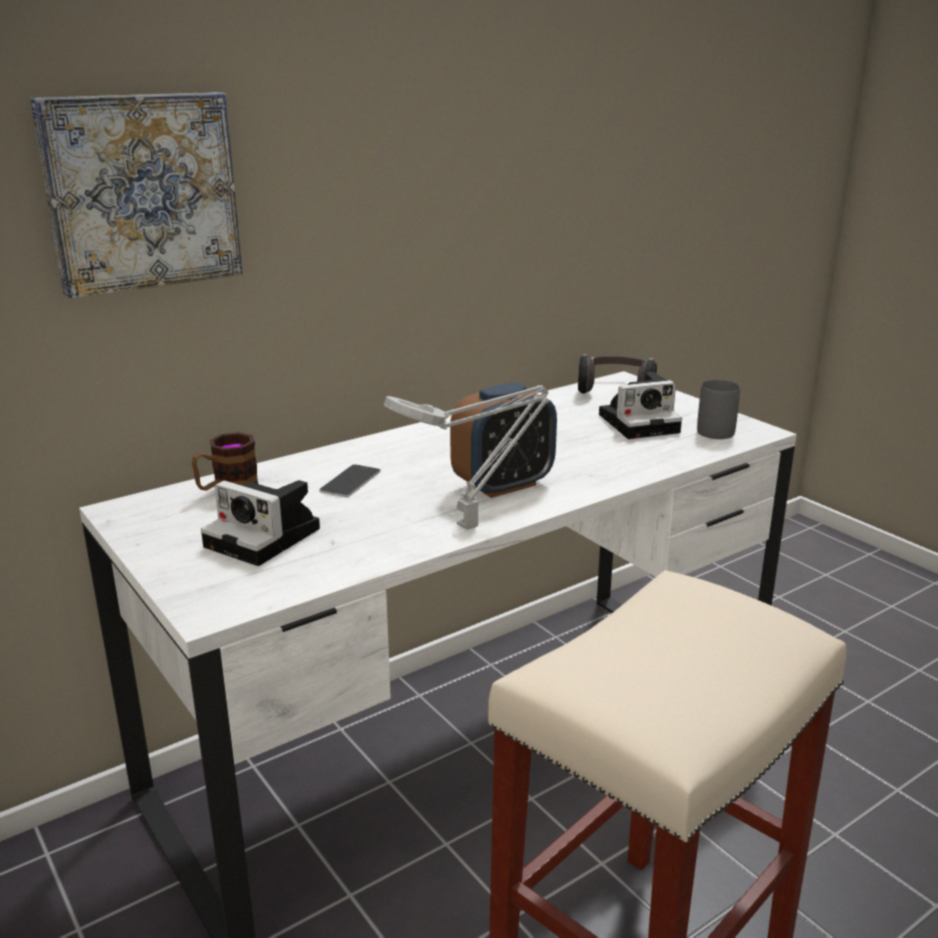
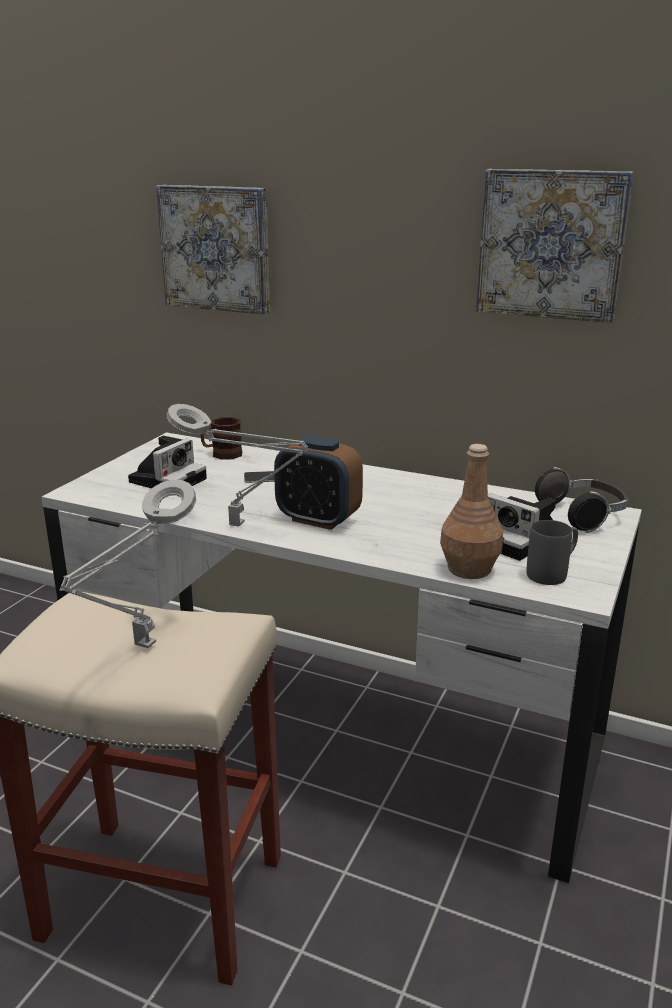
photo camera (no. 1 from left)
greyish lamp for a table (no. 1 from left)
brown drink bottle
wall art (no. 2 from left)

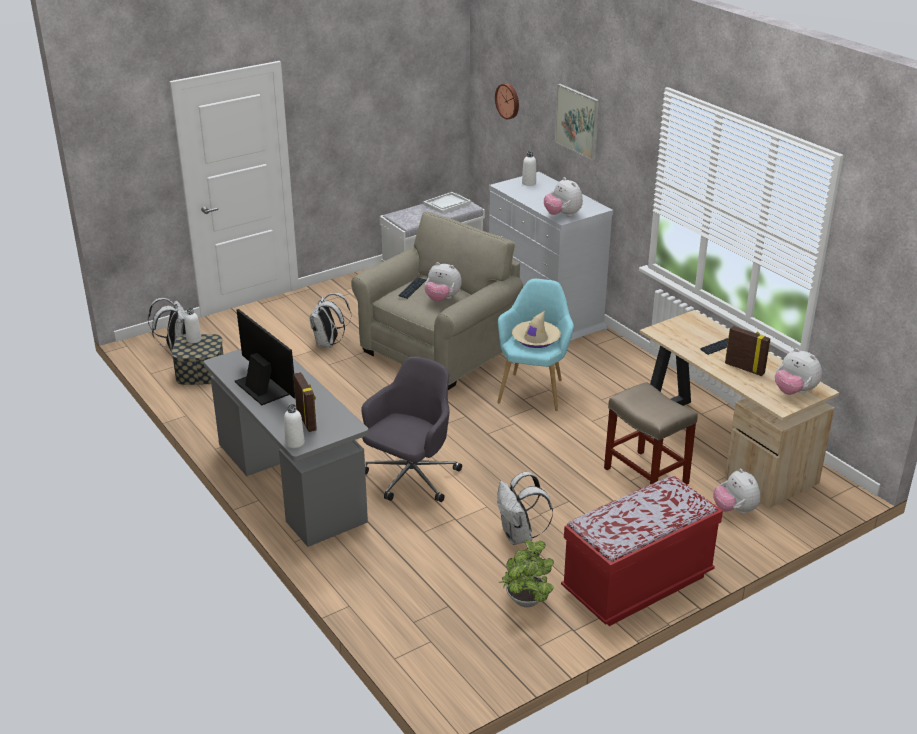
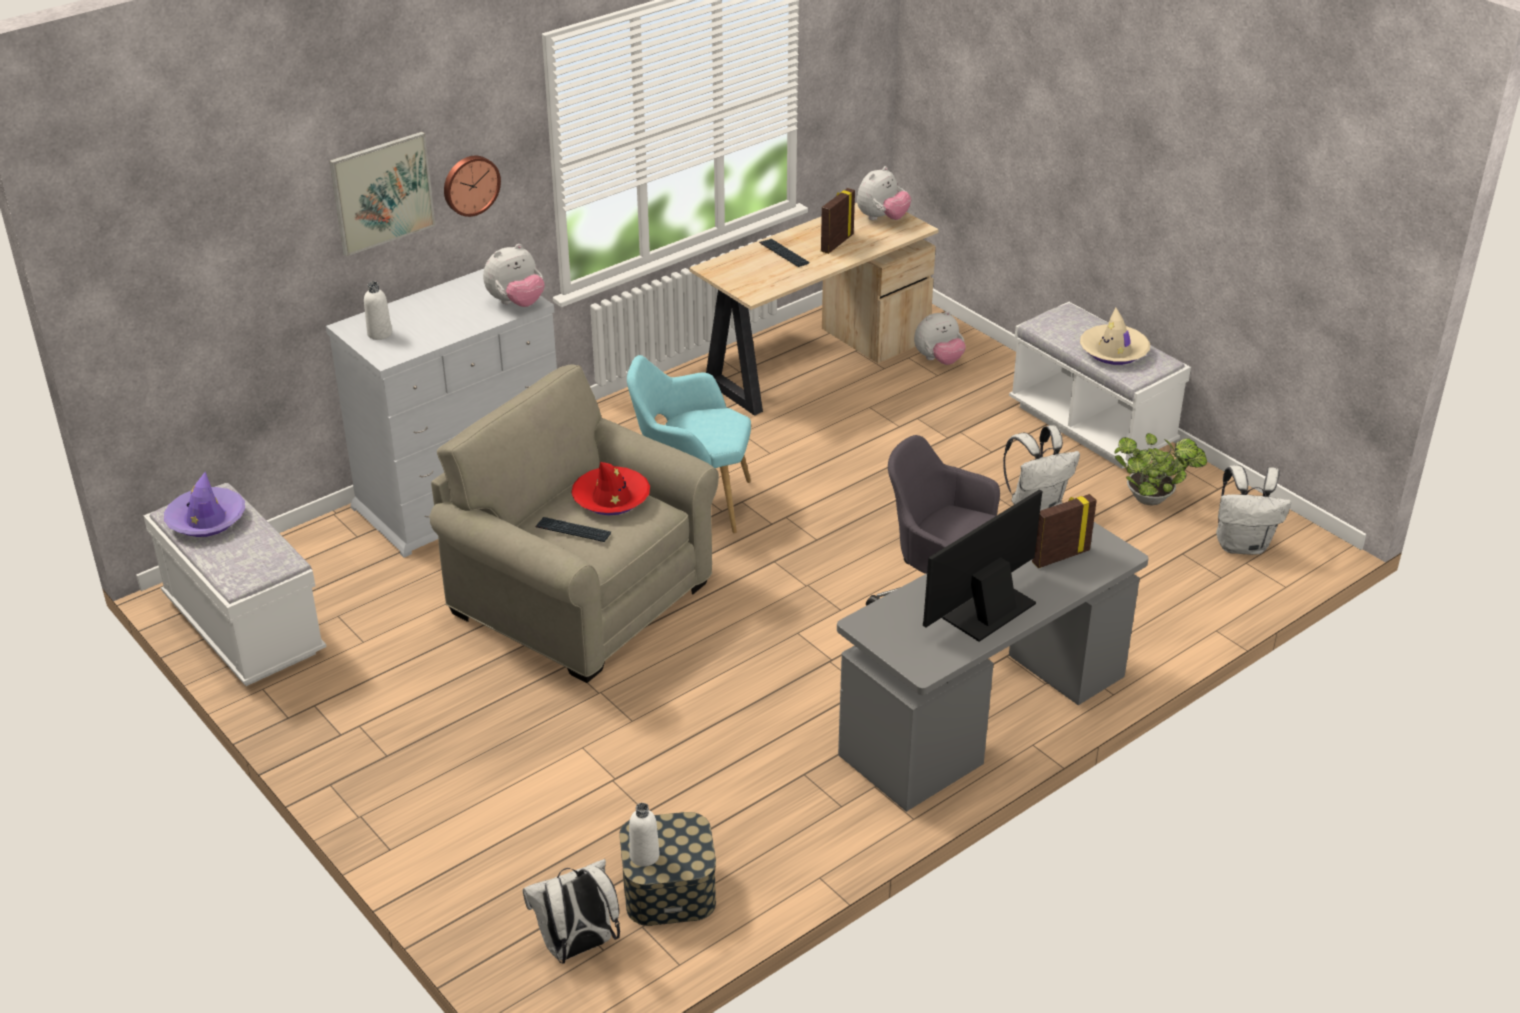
white drink bottle (no. 2 from left in the first image)
white knapsack (no. 3 from left)
purple hat
red hat
clock on the wall
sand-coloured hat
white long seat (no. 2 from left)
sand-coloured sitting stool

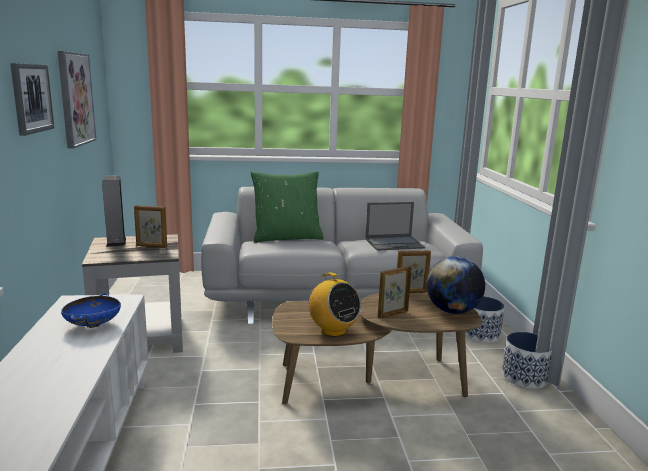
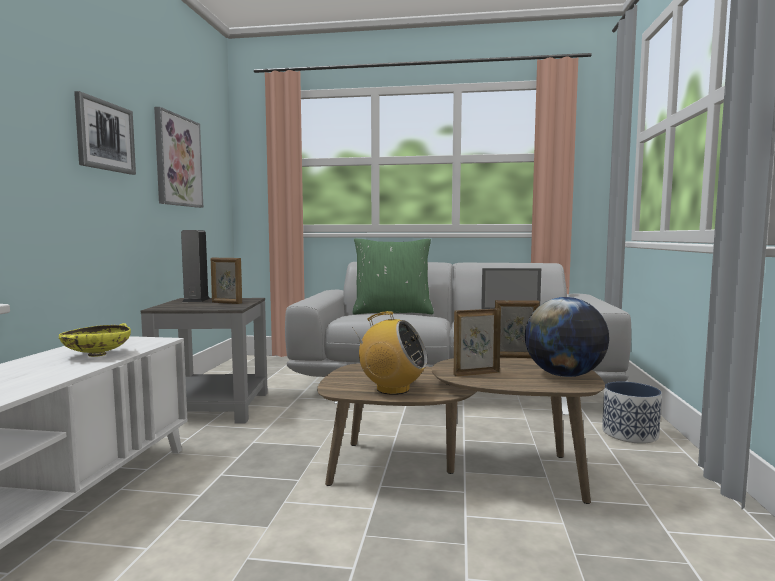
yellow bowl
radio set
plant pot (no. 2 from left in the first image)

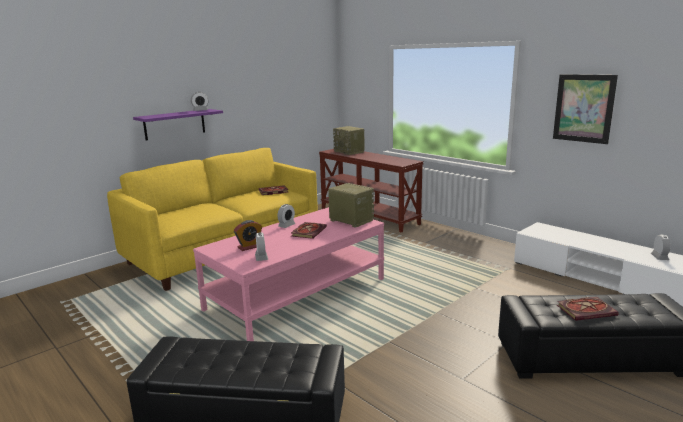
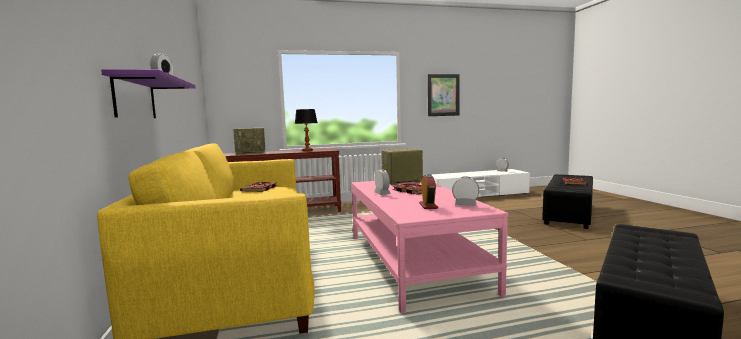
lamp for a table

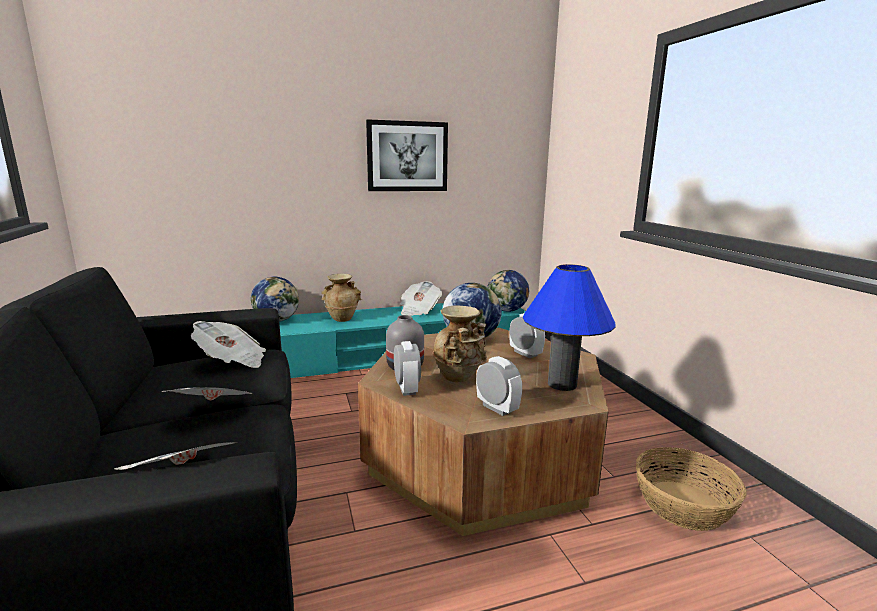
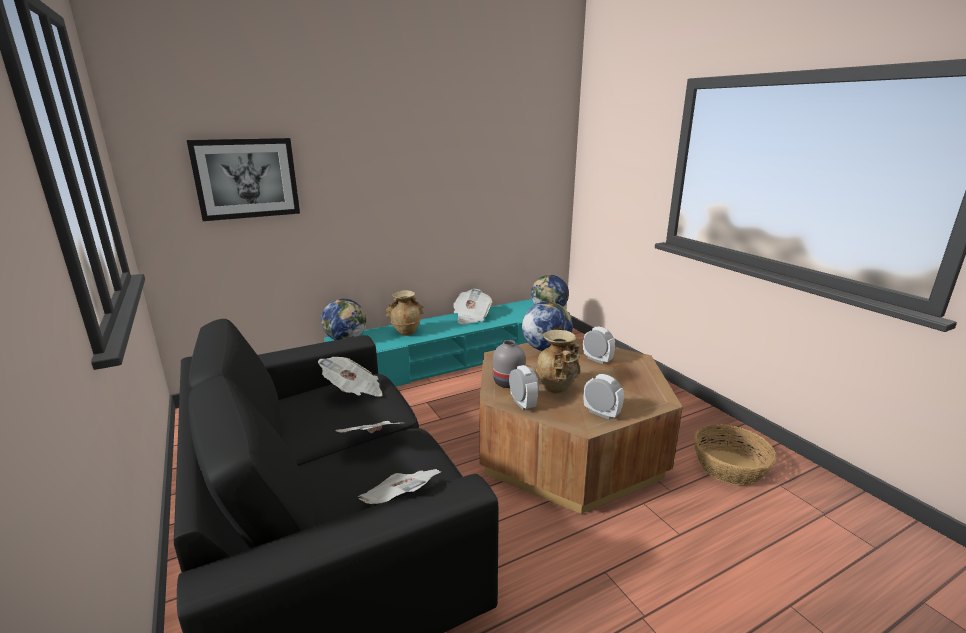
wall art
blue lamp for a table

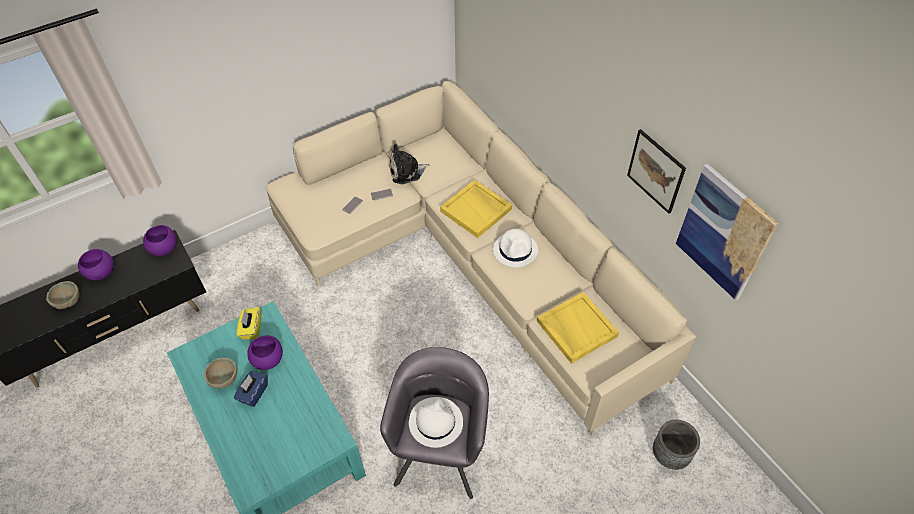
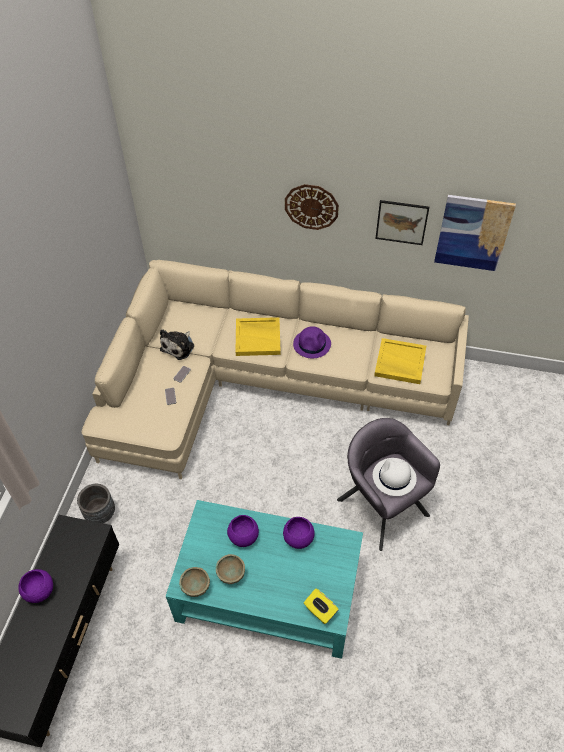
sand-coloured bowl (no. 1 from left)
purple bowl (no. 3 from left)
blue box of tissues
yellow box of tissues
purple hat
greyish plant pot
clock on the wall

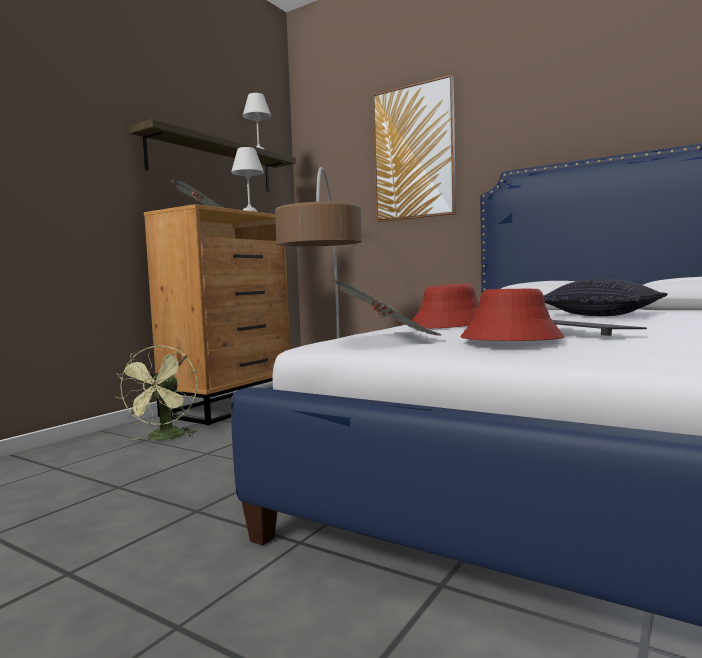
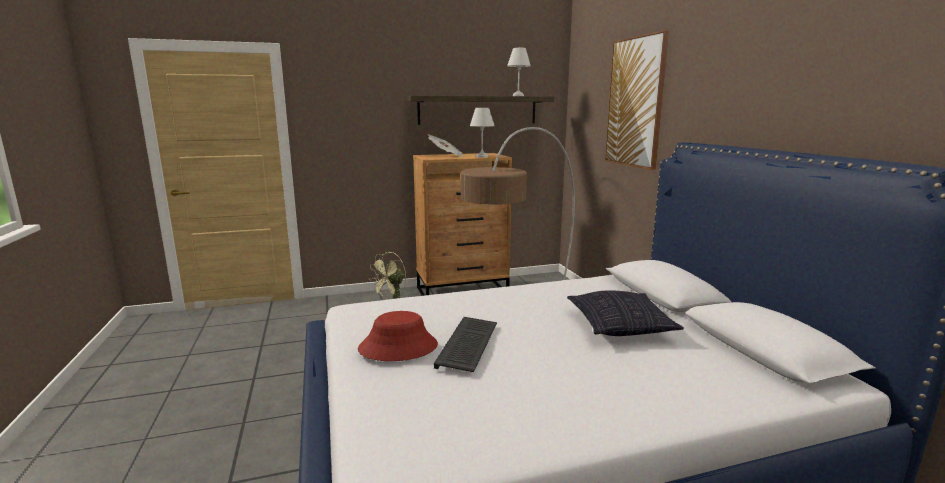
newspaper (no. 2 from left in the first image)
red hat (no. 1 from left in the first image)

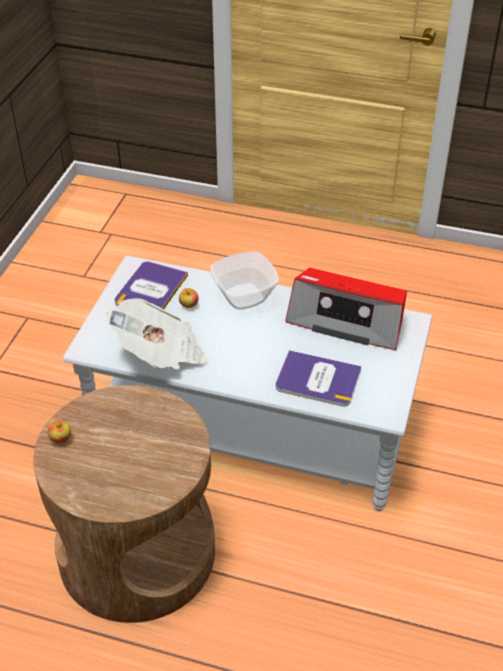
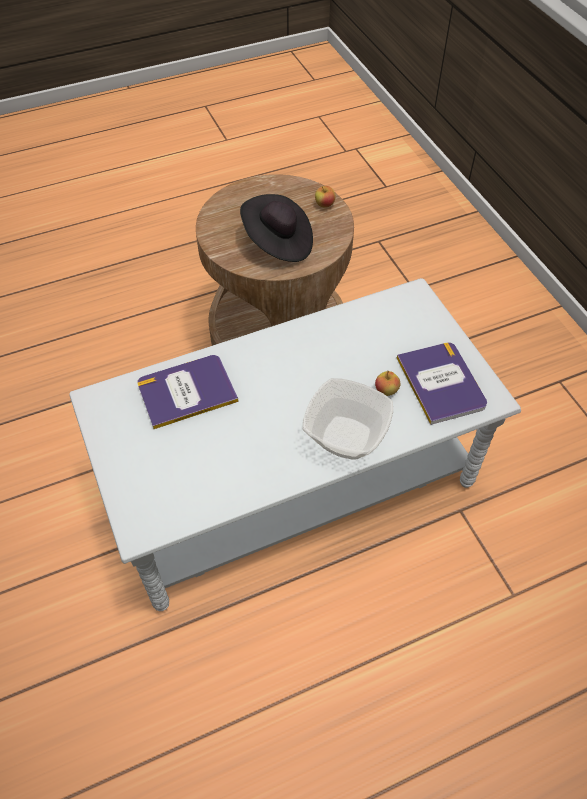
newspaper
radio set
blackish hat

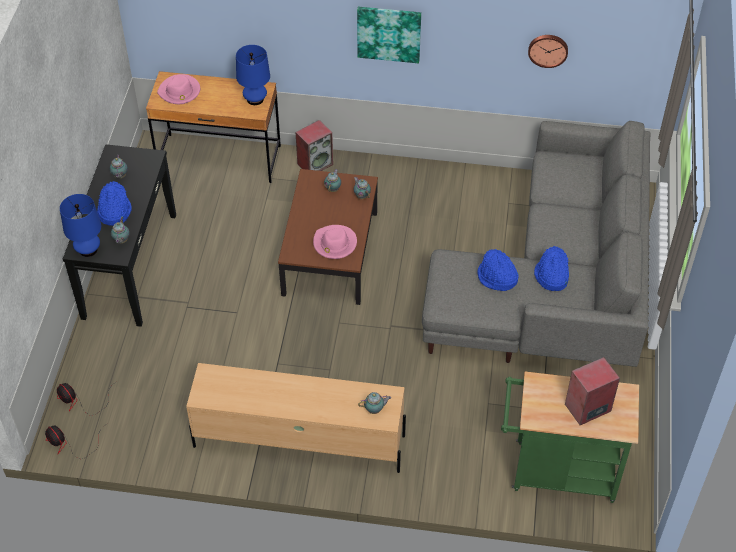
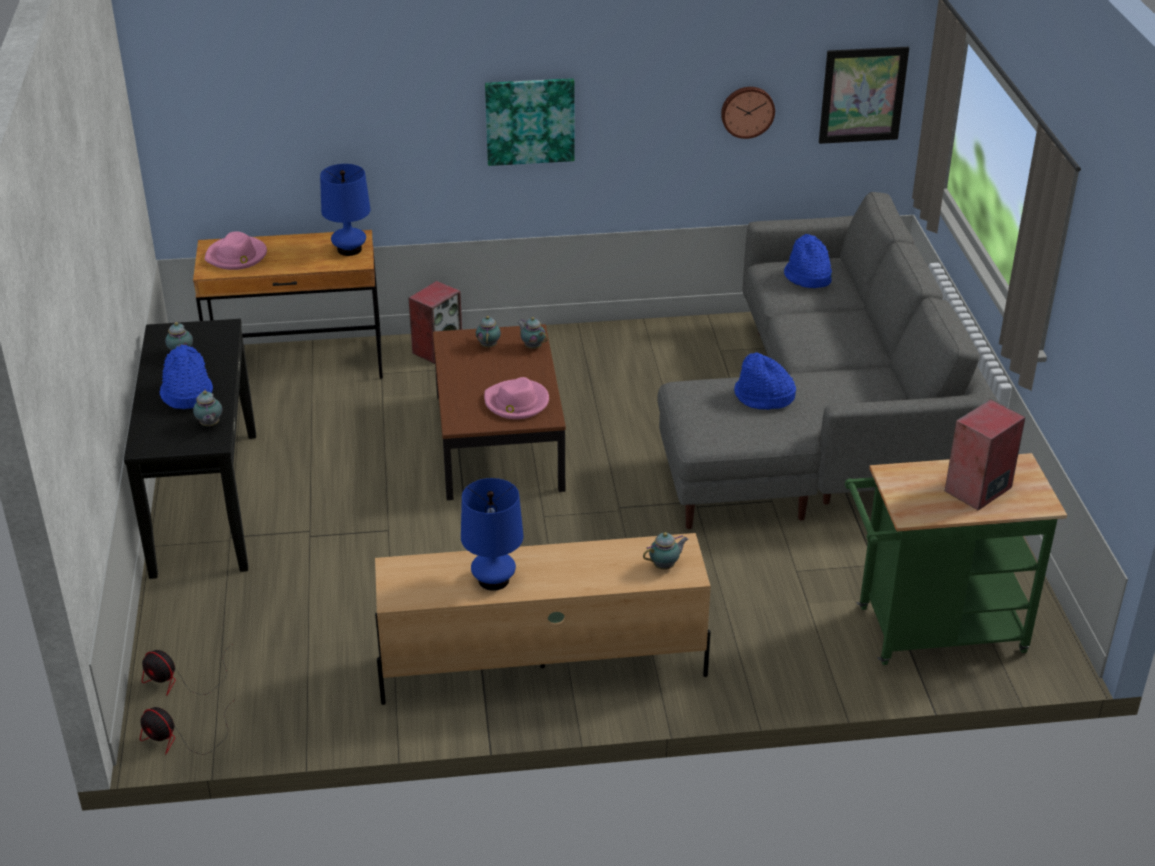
blue lamp for a table (no. 2 from left)
blue hat (no. 3 from left)
wall art (no. 2 from left)

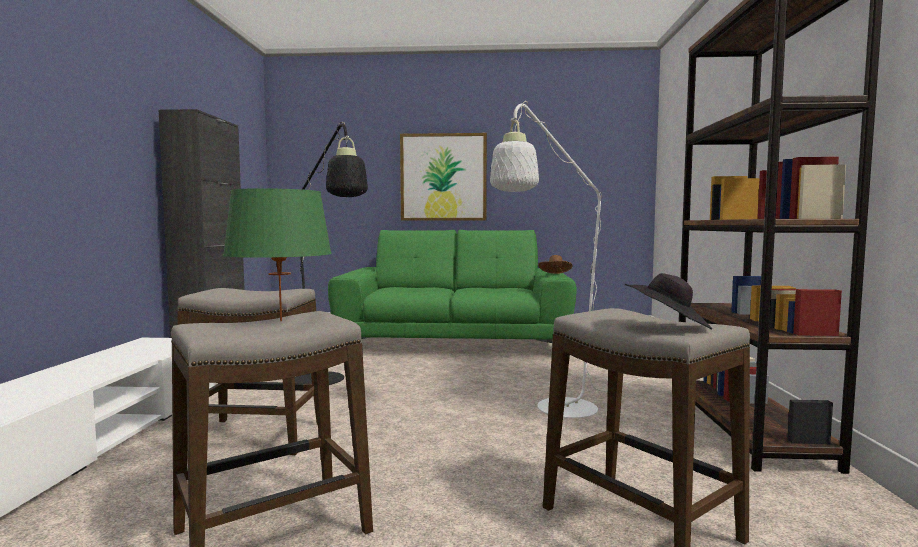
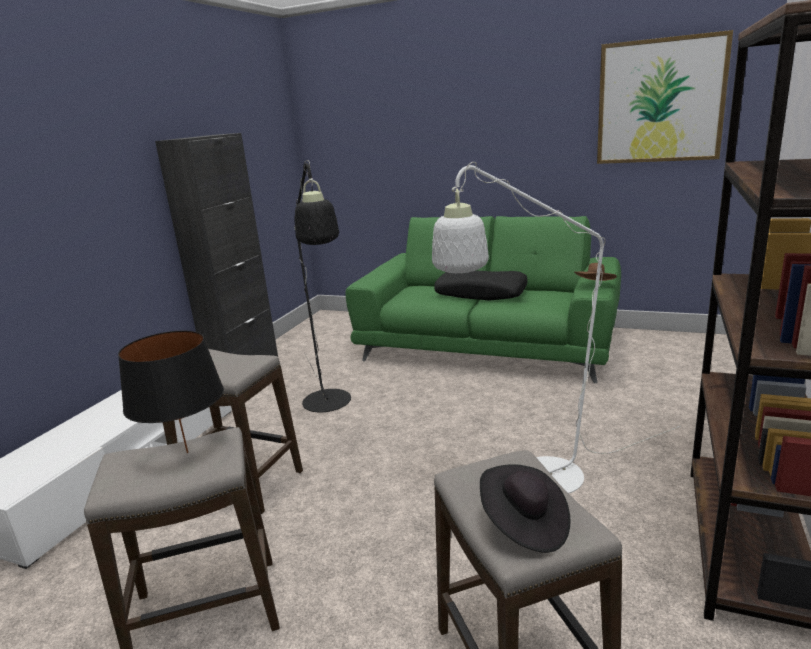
blackish lamp for a table
wall art
blackish cushion

